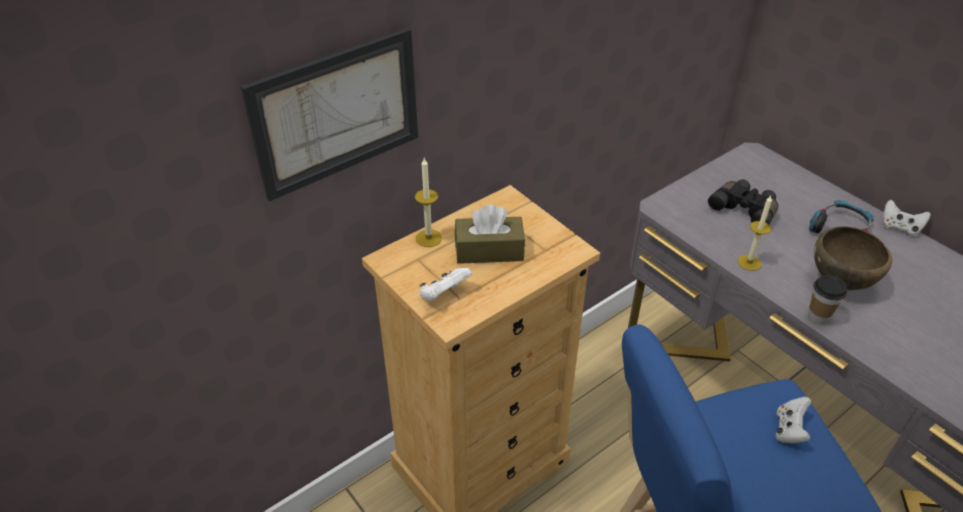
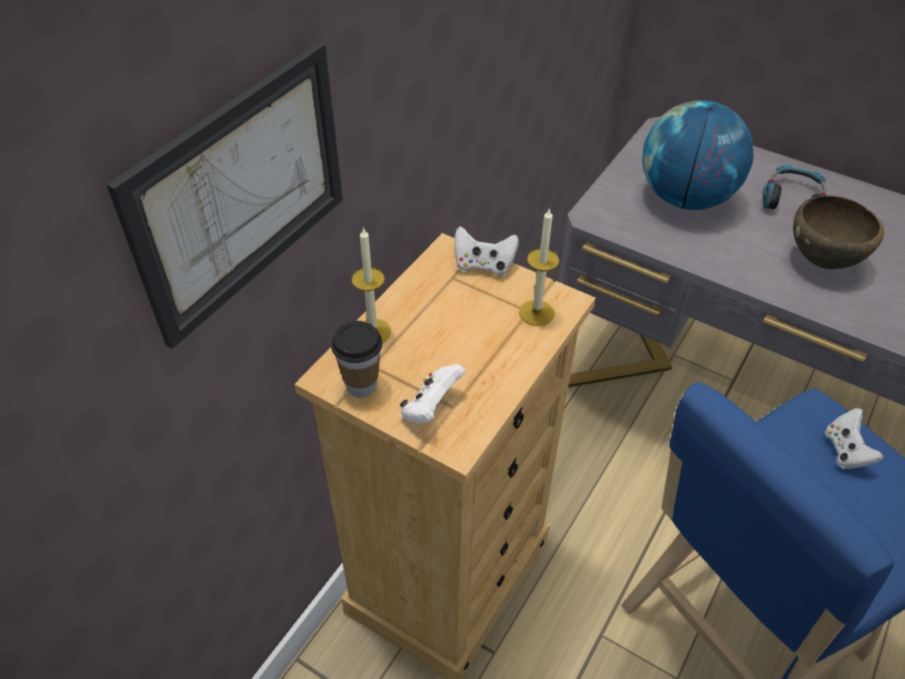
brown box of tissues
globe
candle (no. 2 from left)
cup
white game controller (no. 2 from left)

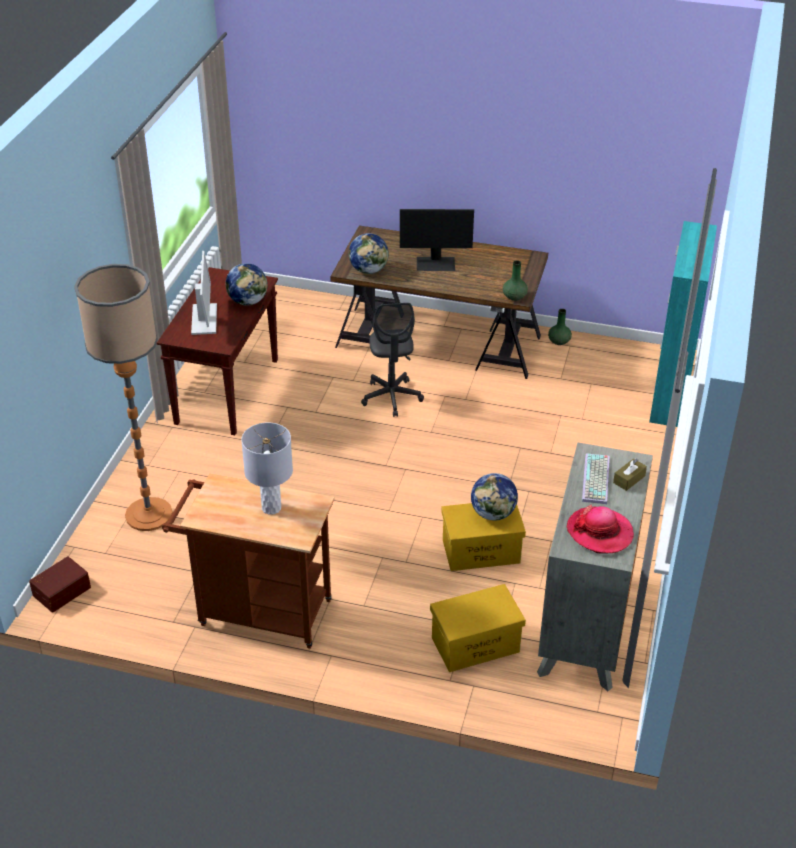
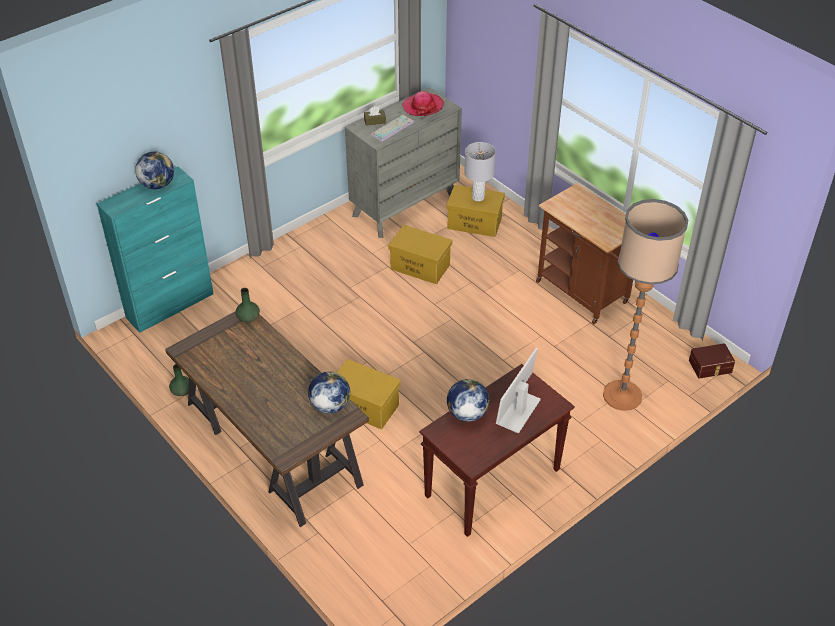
greyish lamp for a table
yellow storage box (no. 1 from left)
computer display (no. 2 from left in the first image)
globe (no. 1 from left)

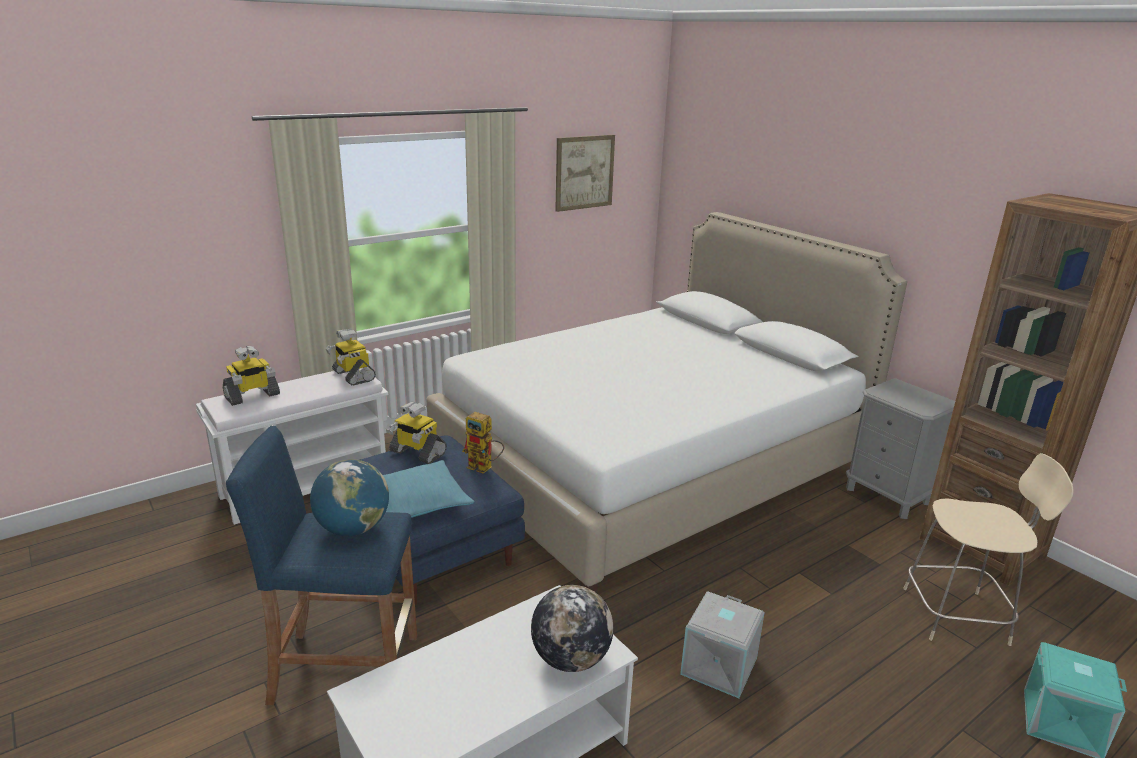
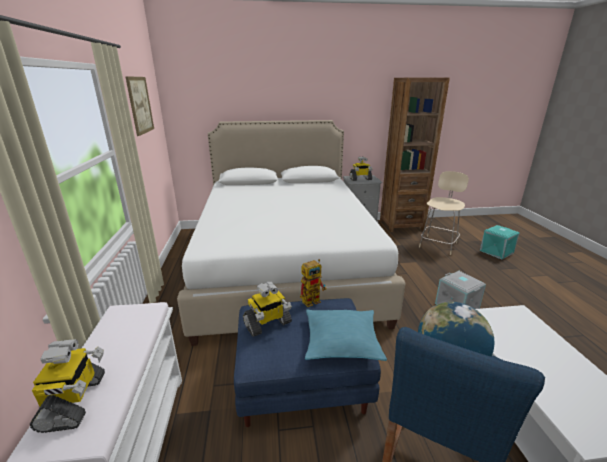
model robot (no. 4 from left)
globe (no. 2 from left in the first image)

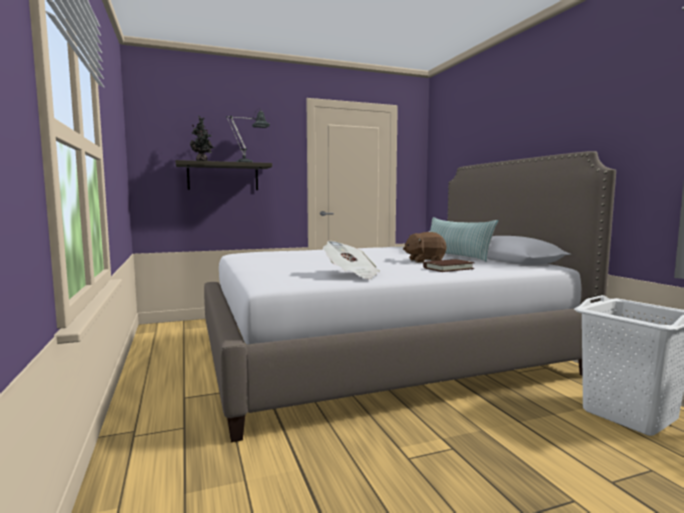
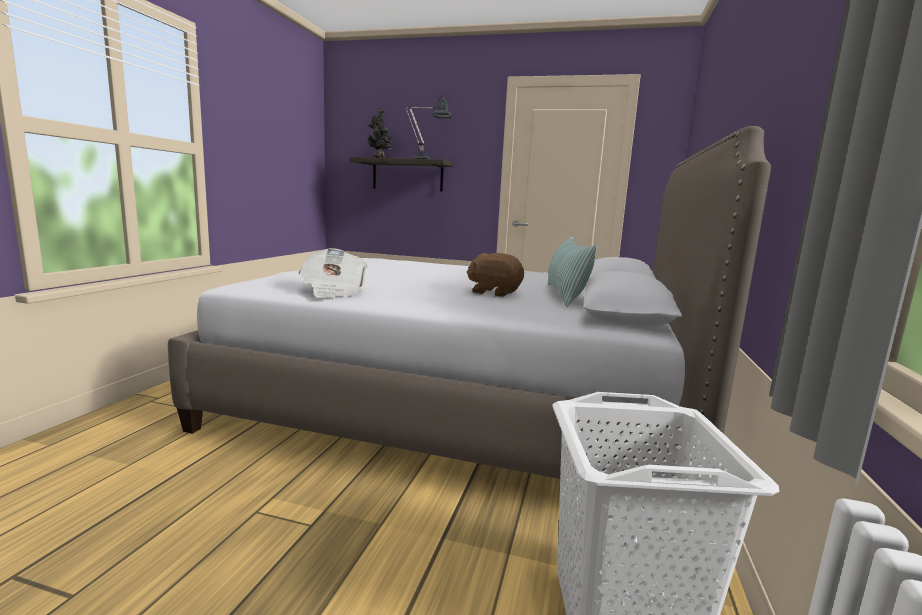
brown book

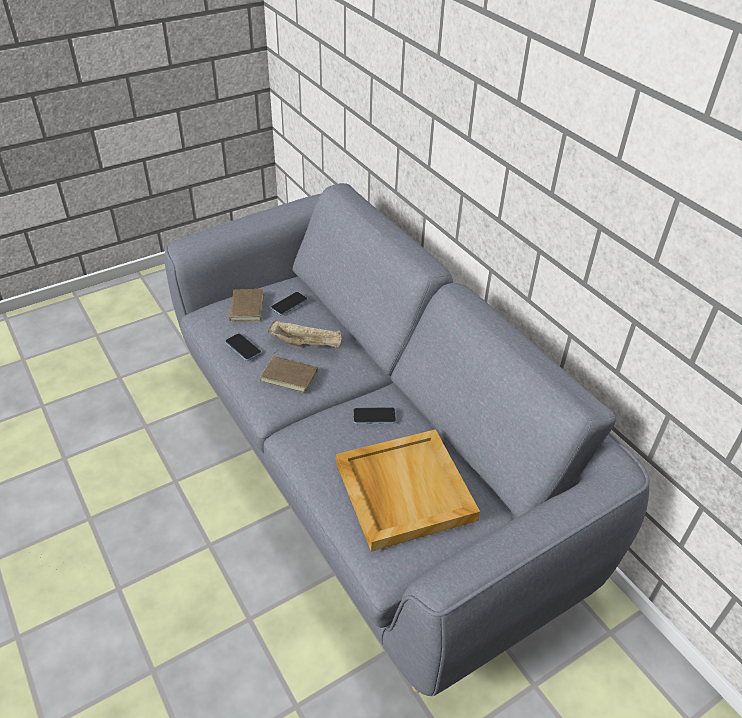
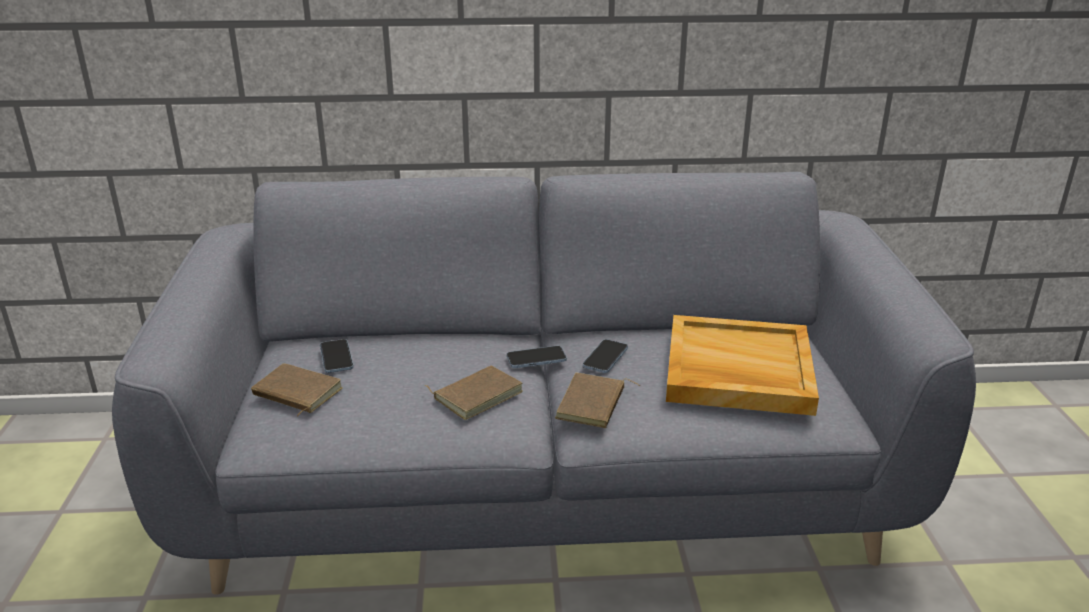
telephone (no. 2 from left)
sand-coloured serving tray (no. 1 from left in the first image)
brown book (no. 3 from left)

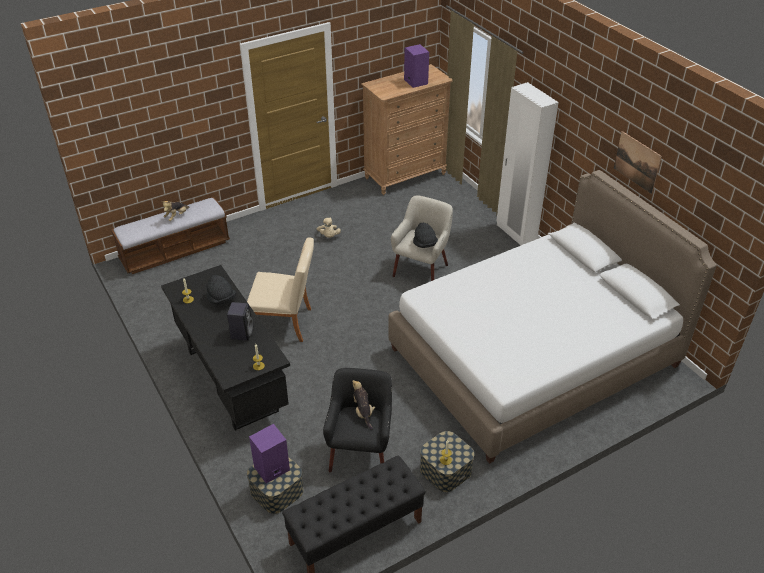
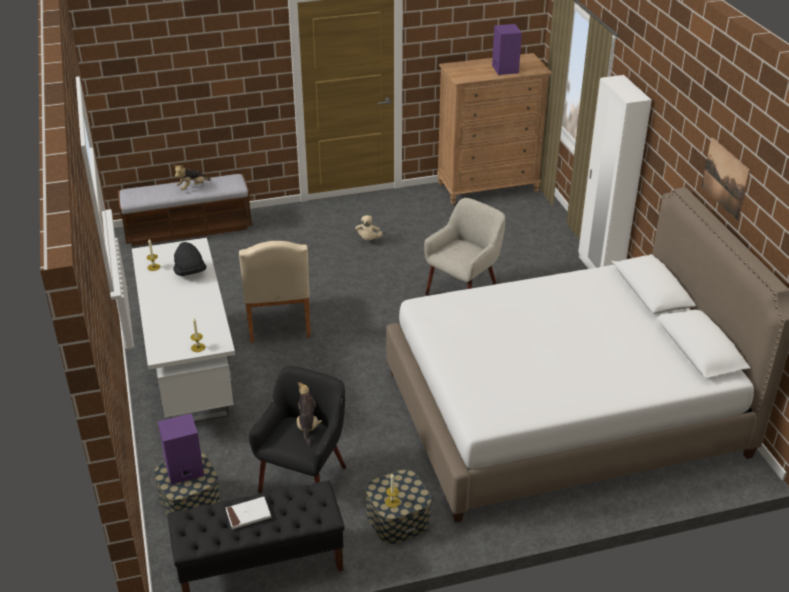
white desk table
blackish audio speaker
sand-coloured plain chair
blackish hat (no. 2 from left in the first image)
white book

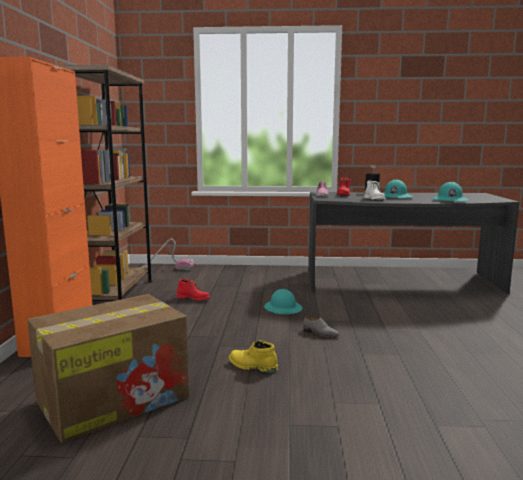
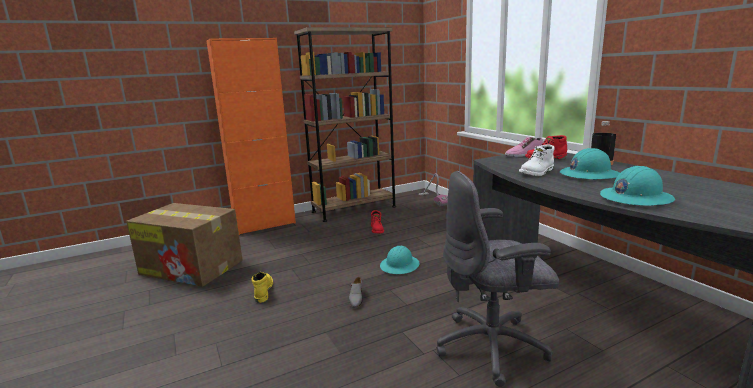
greyish office chair

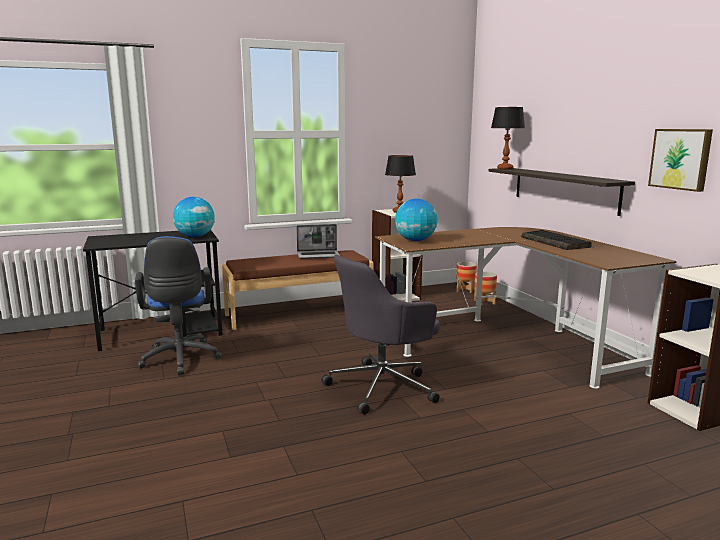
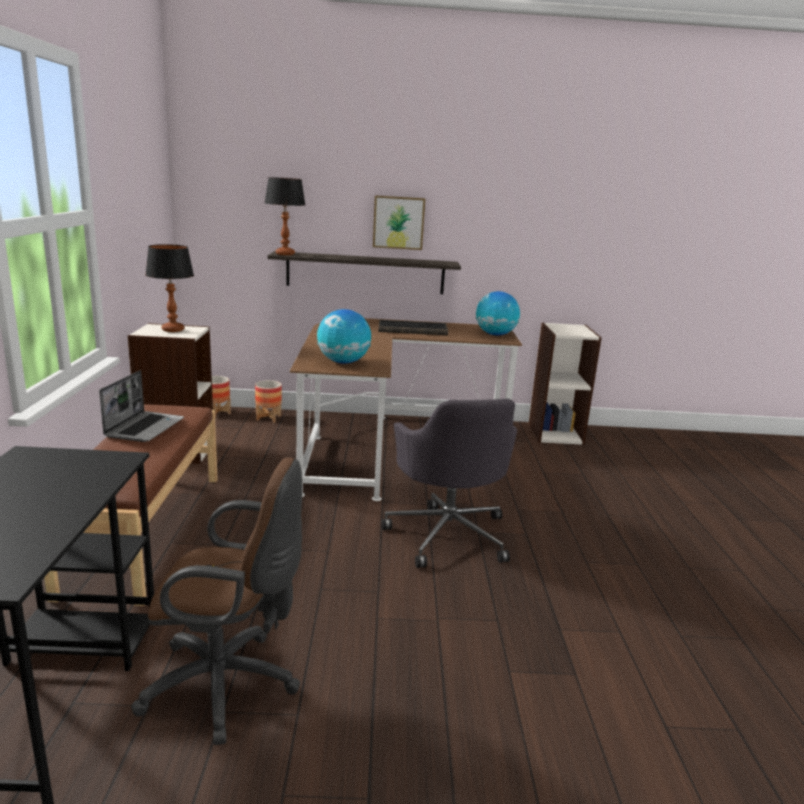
brown office chair
globe (no. 2 from left)
wall art

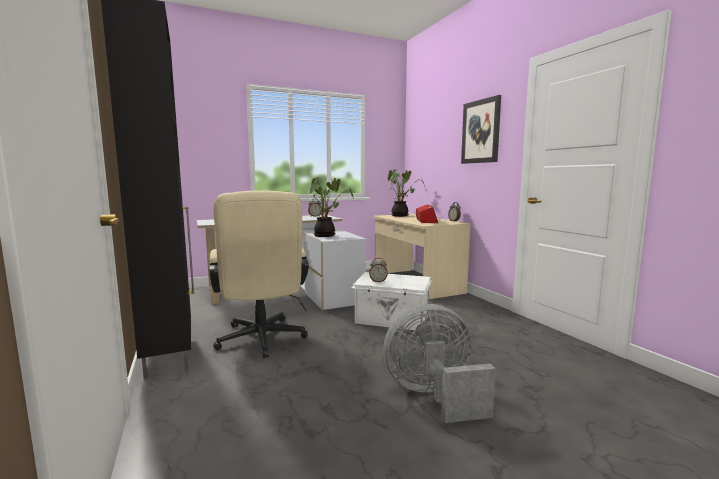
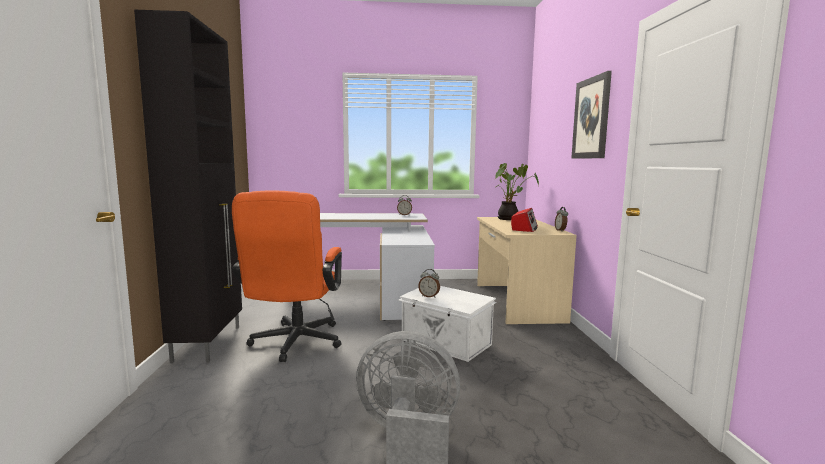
orange office chair
plant in a pot (no. 1 from left in the first image)

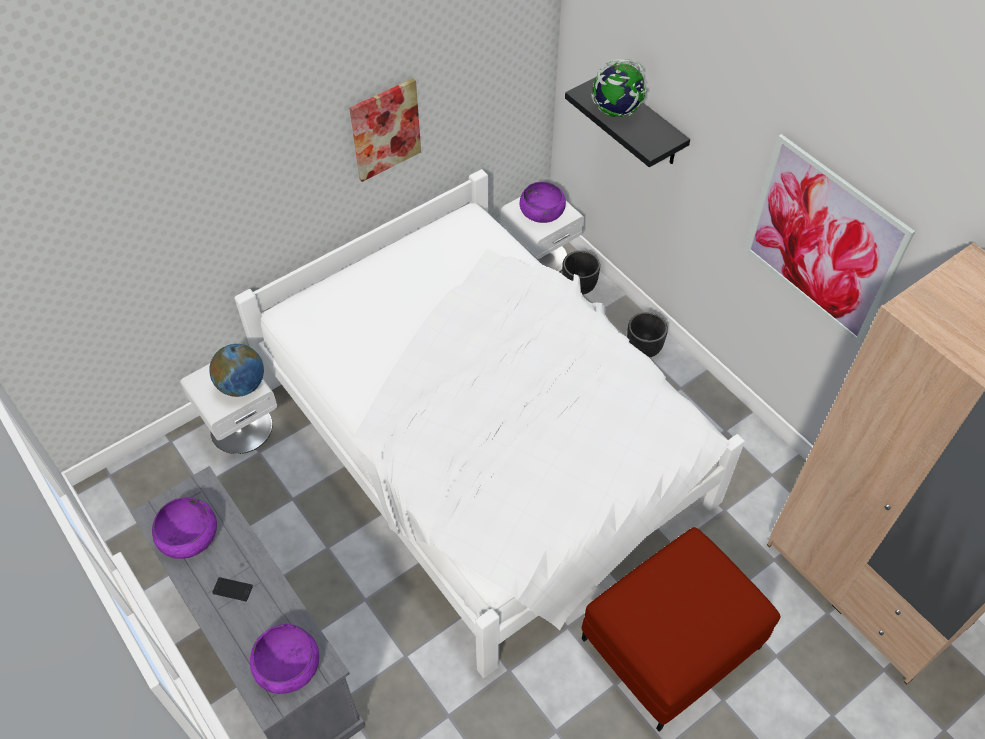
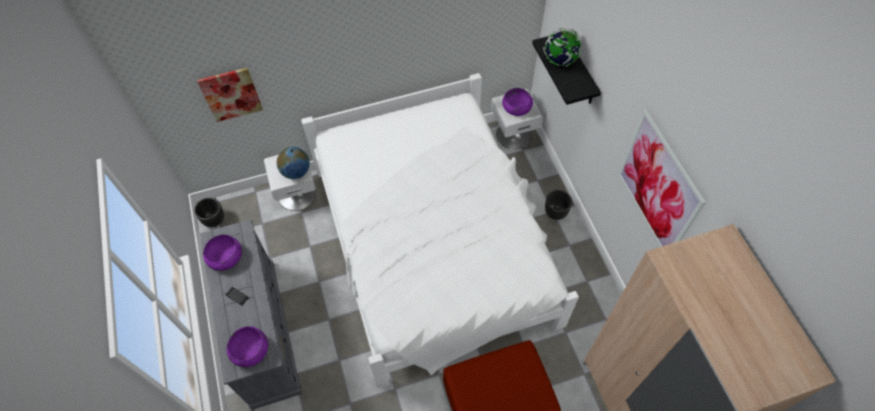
wall art (no. 1 from left)
blackish plant pot (no. 1 from left)

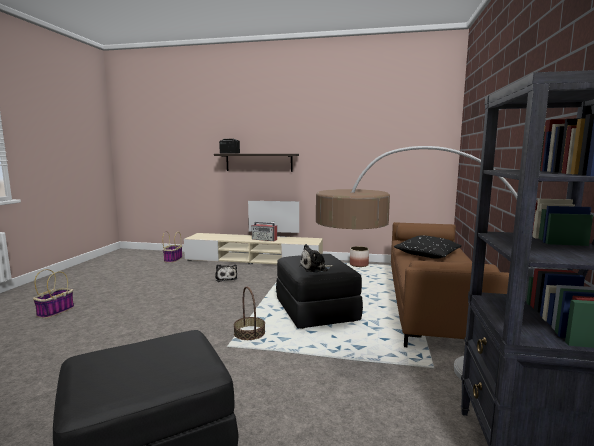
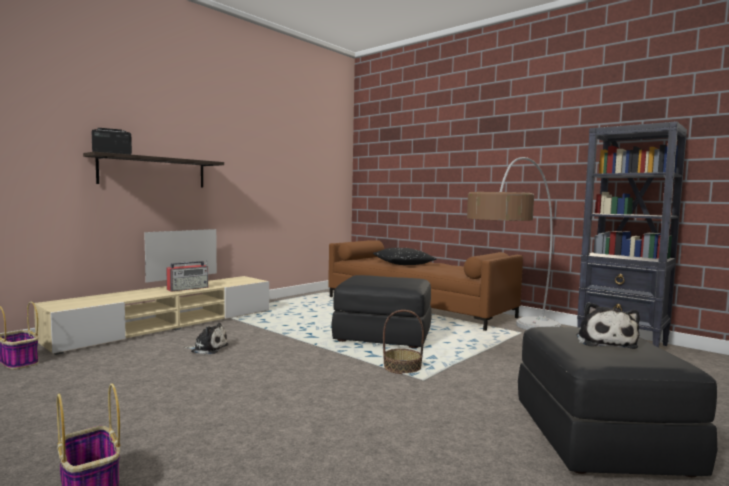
soft toy (no. 2 from left)
plant pot

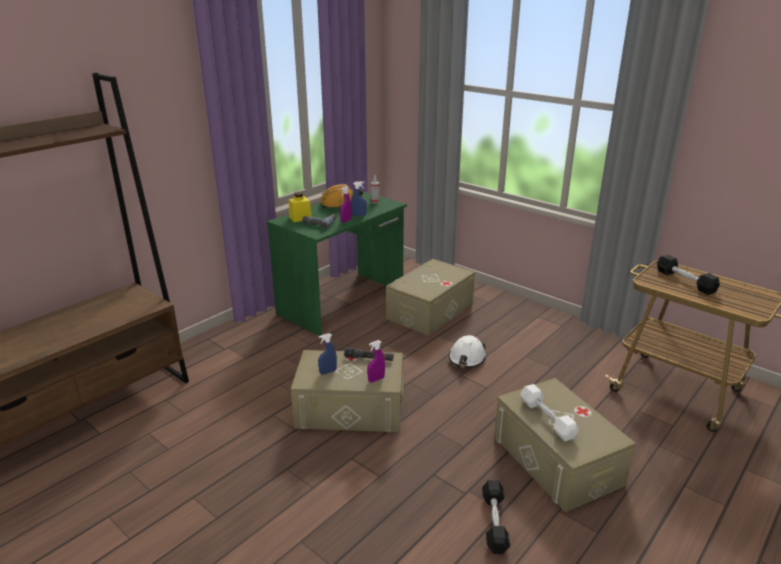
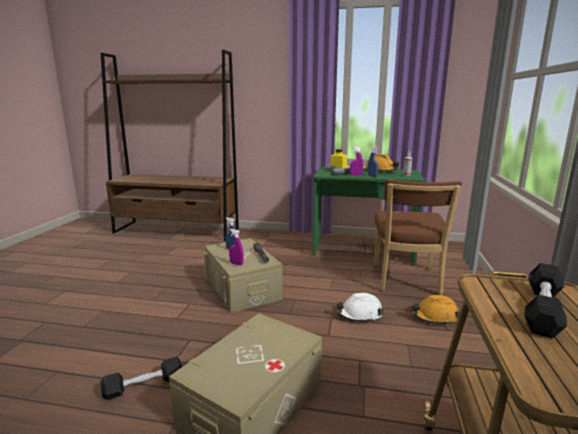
brown plain chair
white free weight
orange safety helmet (no. 2 from left)

